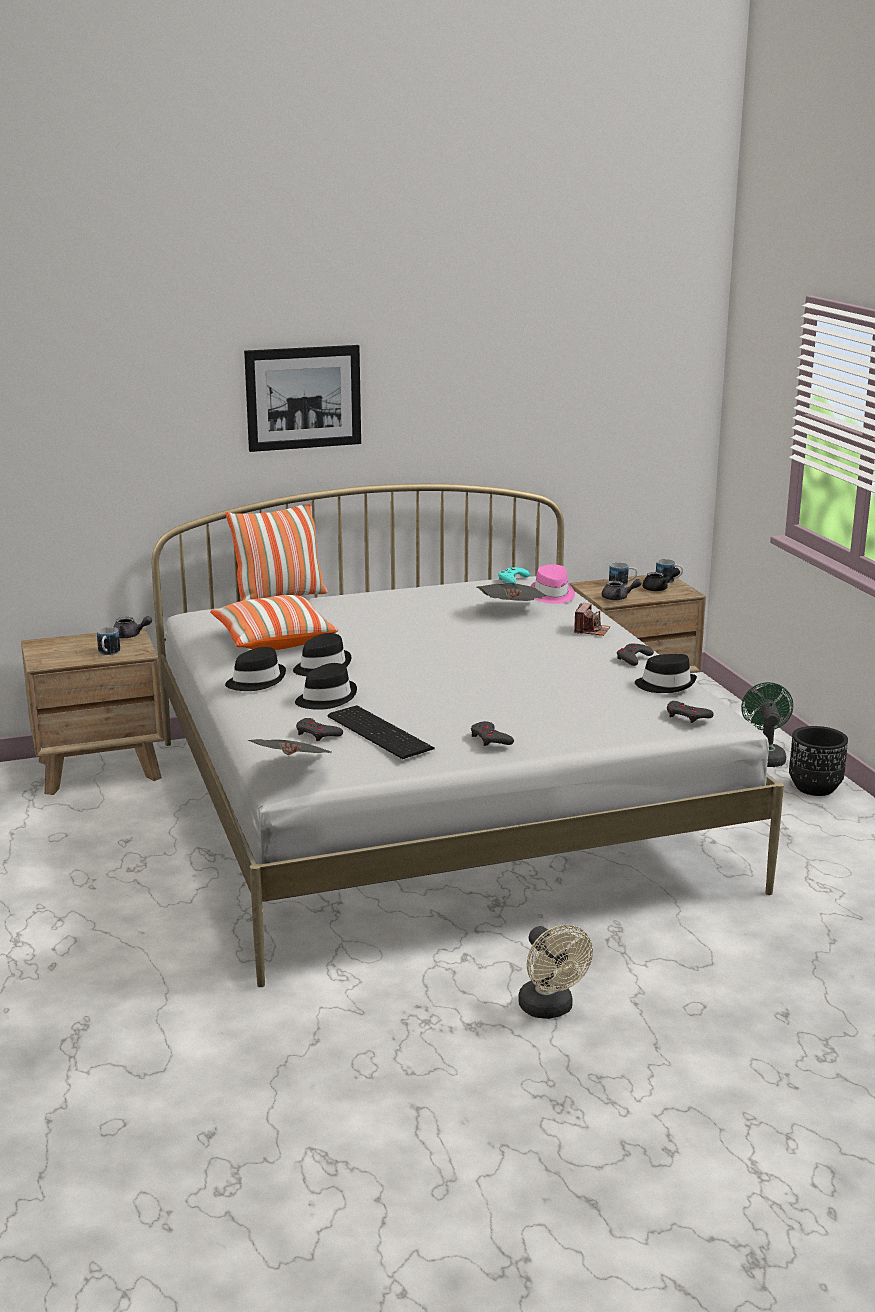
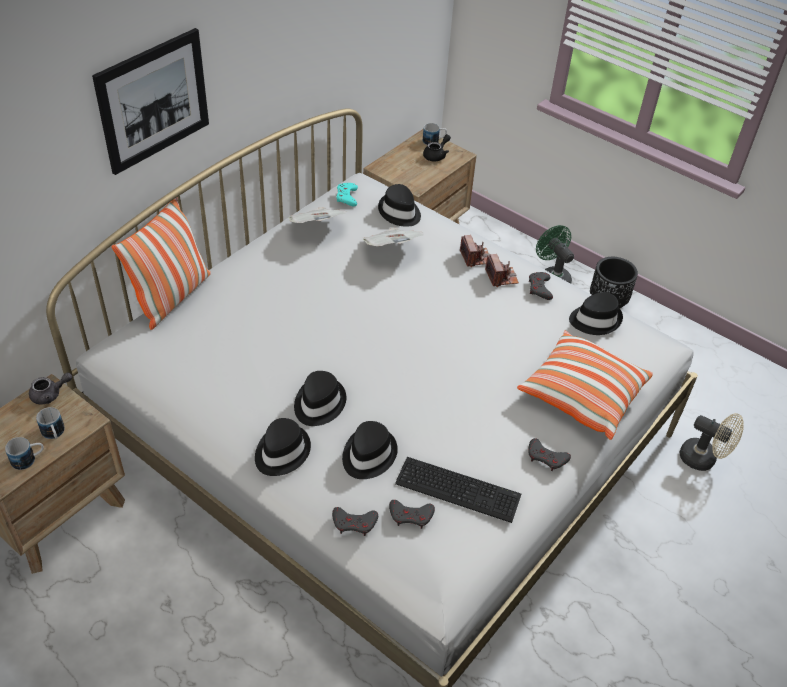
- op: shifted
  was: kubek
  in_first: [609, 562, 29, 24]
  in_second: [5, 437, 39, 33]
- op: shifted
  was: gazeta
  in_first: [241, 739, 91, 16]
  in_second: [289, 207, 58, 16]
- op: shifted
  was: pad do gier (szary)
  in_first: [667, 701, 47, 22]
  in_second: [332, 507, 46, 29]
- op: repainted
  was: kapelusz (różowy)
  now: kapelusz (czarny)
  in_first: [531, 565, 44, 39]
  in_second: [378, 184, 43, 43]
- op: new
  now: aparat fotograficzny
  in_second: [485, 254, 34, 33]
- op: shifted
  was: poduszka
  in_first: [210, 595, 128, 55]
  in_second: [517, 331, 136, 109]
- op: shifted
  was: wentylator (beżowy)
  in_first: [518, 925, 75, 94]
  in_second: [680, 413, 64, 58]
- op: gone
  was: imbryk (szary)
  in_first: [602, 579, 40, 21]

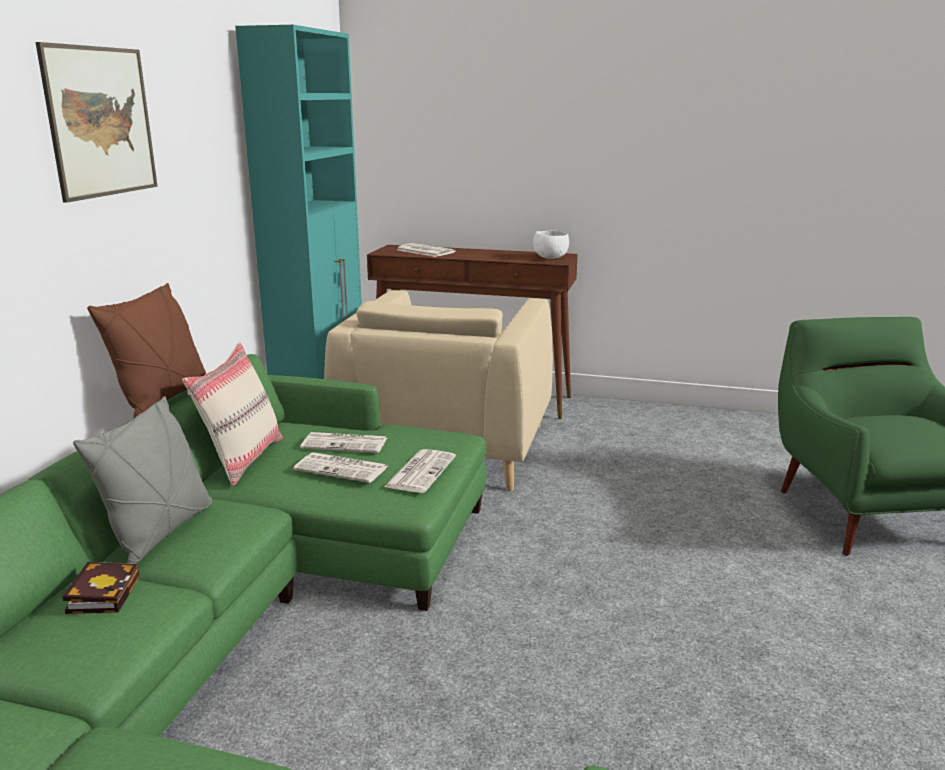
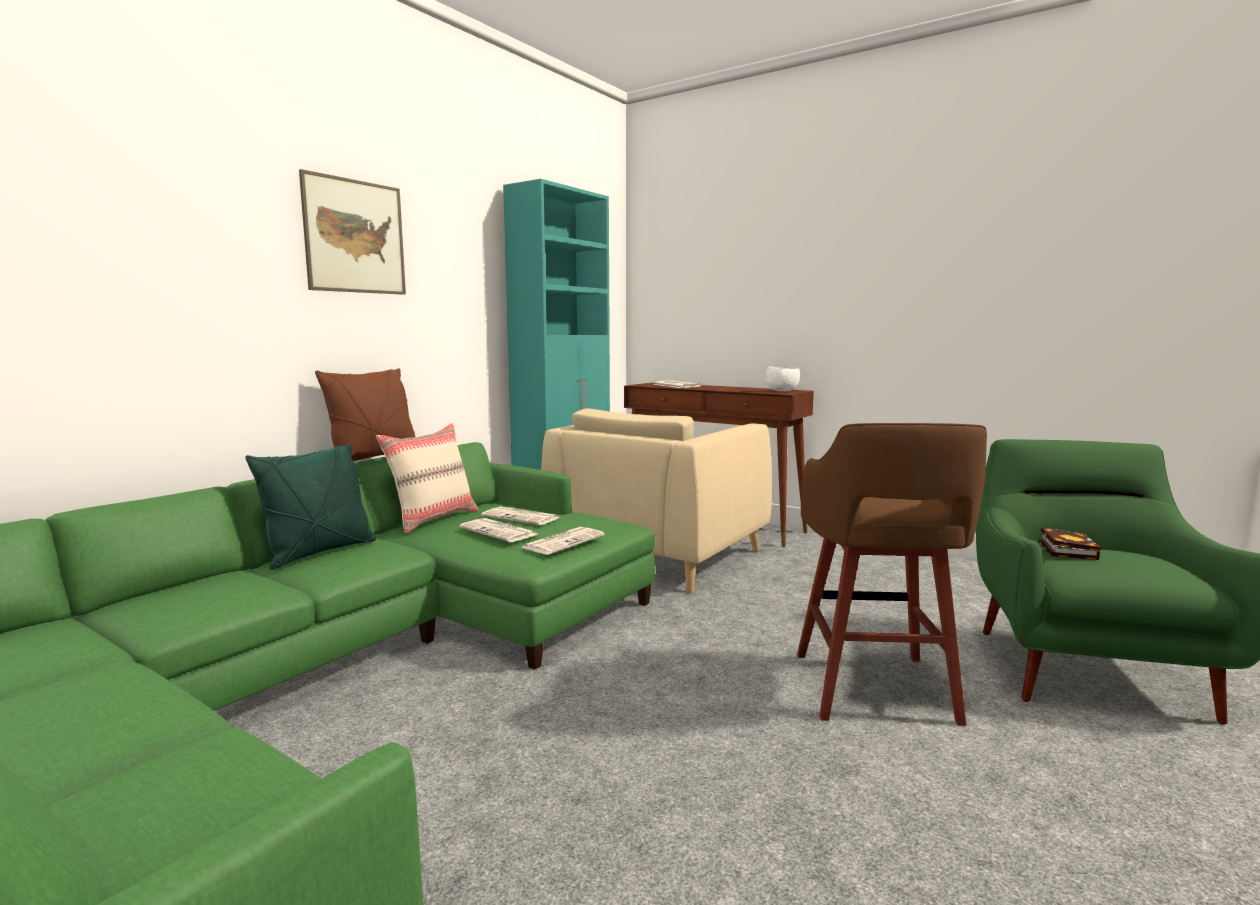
- op: repainted
  was: poduszka (szary)
  now: poduszka (zielony)
  in_first: [73, 396, 139, 168]
  in_second: [245, 443, 131, 127]
- op: new
  now: stołek (brązowy)
  in_second: [797, 423, 190, 303]
- op: shifted
  was: książka
  in_first: [63, 562, 76, 52]
  in_second: [1039, 527, 62, 33]

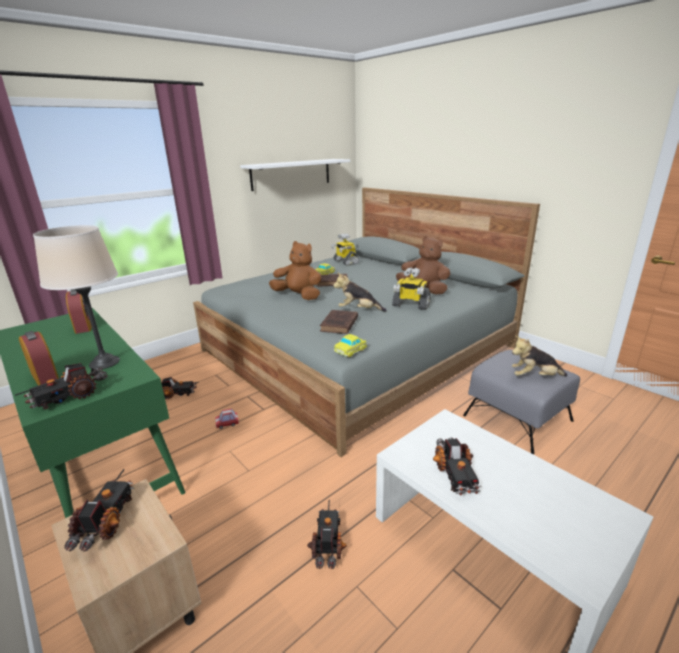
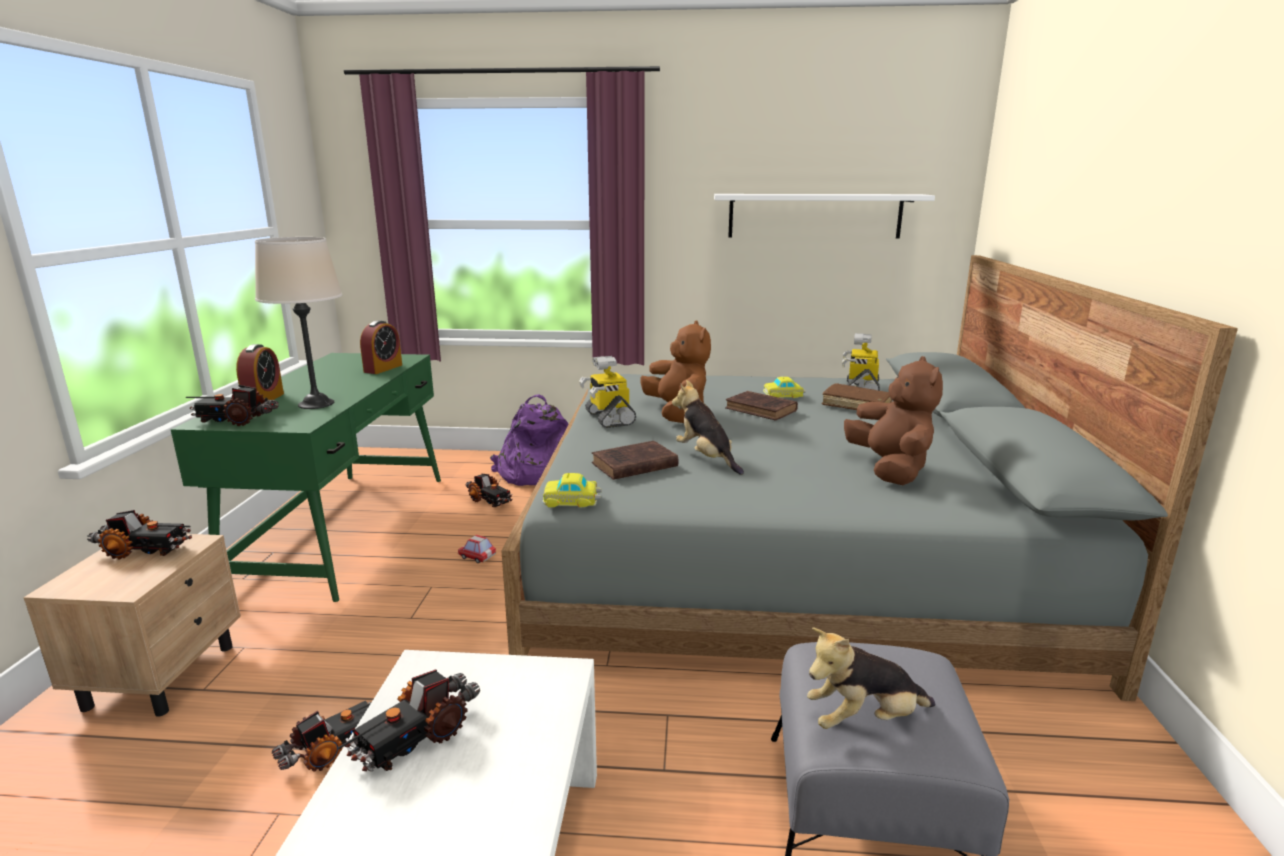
- op: rotated
  was: ciężarówka zabawkowa
  in_first: [64, 469, 70, 83]
  in_second: [87, 510, 105, 49]
  clockwise: 45
- op: new
  now: plecak (fioletowy)
  in_second: [490, 394, 78, 92]
- op: shifted
  was: robot zabawkowy
  in_first: [392, 267, 39, 43]
  in_second: [579, 356, 57, 72]
- op: rotated
  was: pluszak
  in_first: [512, 336, 55, 40]
  in_second: [807, 628, 128, 101]
  clockwise: -60
- op: new
  now: książka (brązowy)
  in_second: [821, 383, 71, 27]

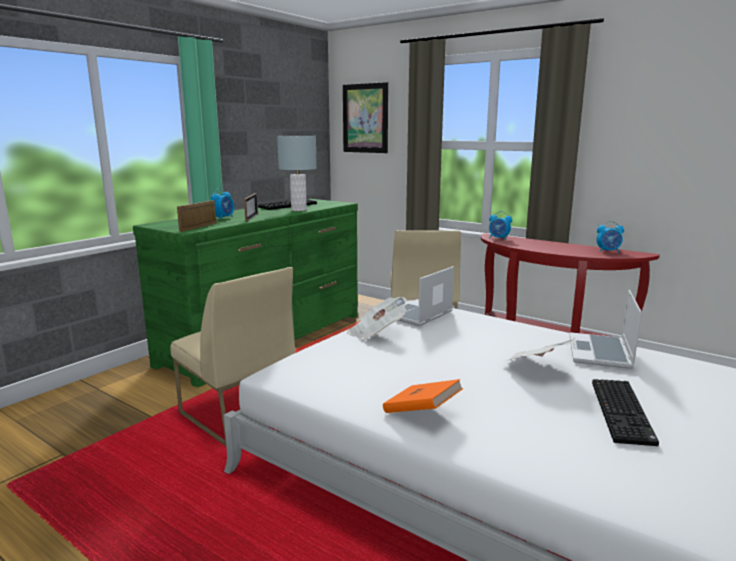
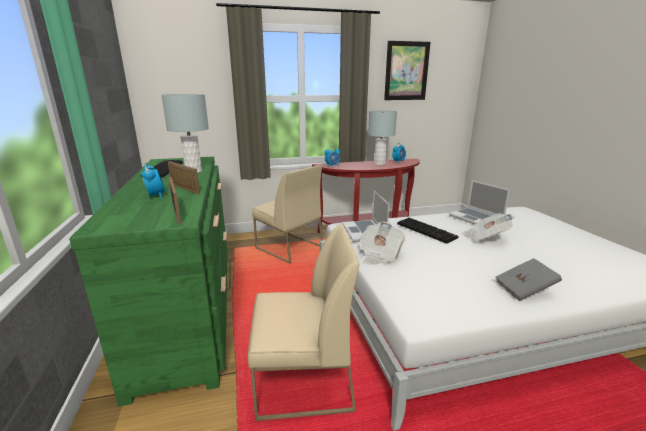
- op: new
  now: lampa stołowa (szary)
  in_second: [368, 110, 29, 55]
- op: shifted
  was: obraz
  in_first: [343, 82, 45, 71]
  in_second: [384, 41, 47, 59]
- op: shifted
  was: klawiatura
  in_first: [592, 379, 67, 67]
  in_second: [397, 218, 61, 26]
- op: repainted
  was: książka (pomarańczowy)
  now: książka (szary)
  in_first: [383, 379, 80, 34]
  in_second: [496, 258, 66, 43]

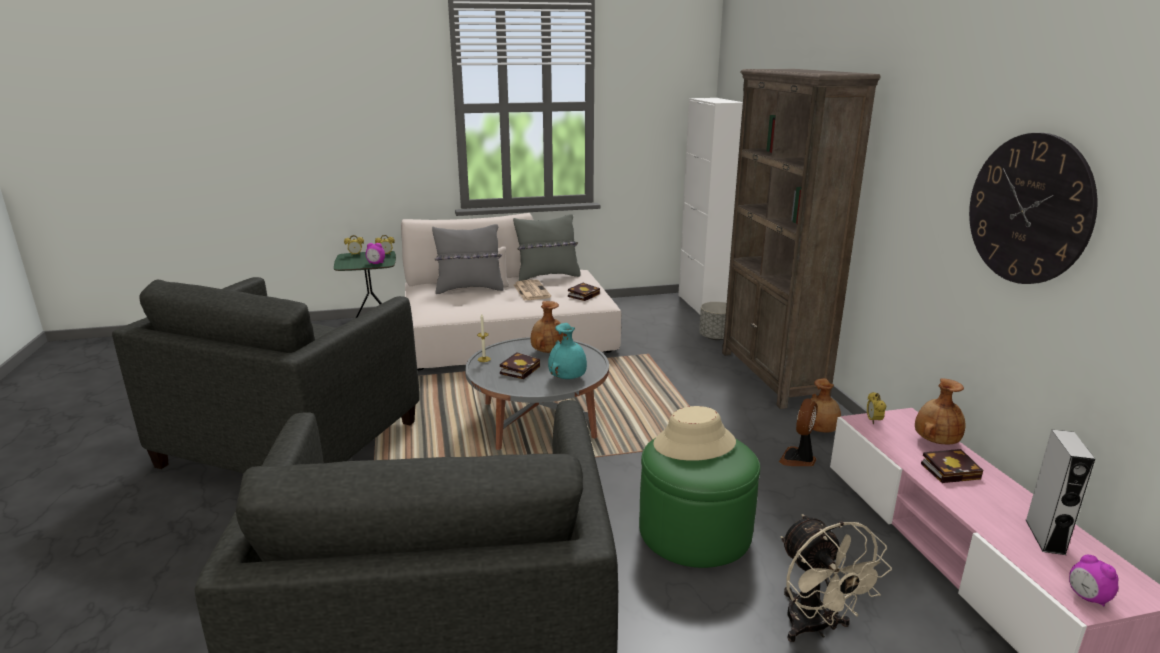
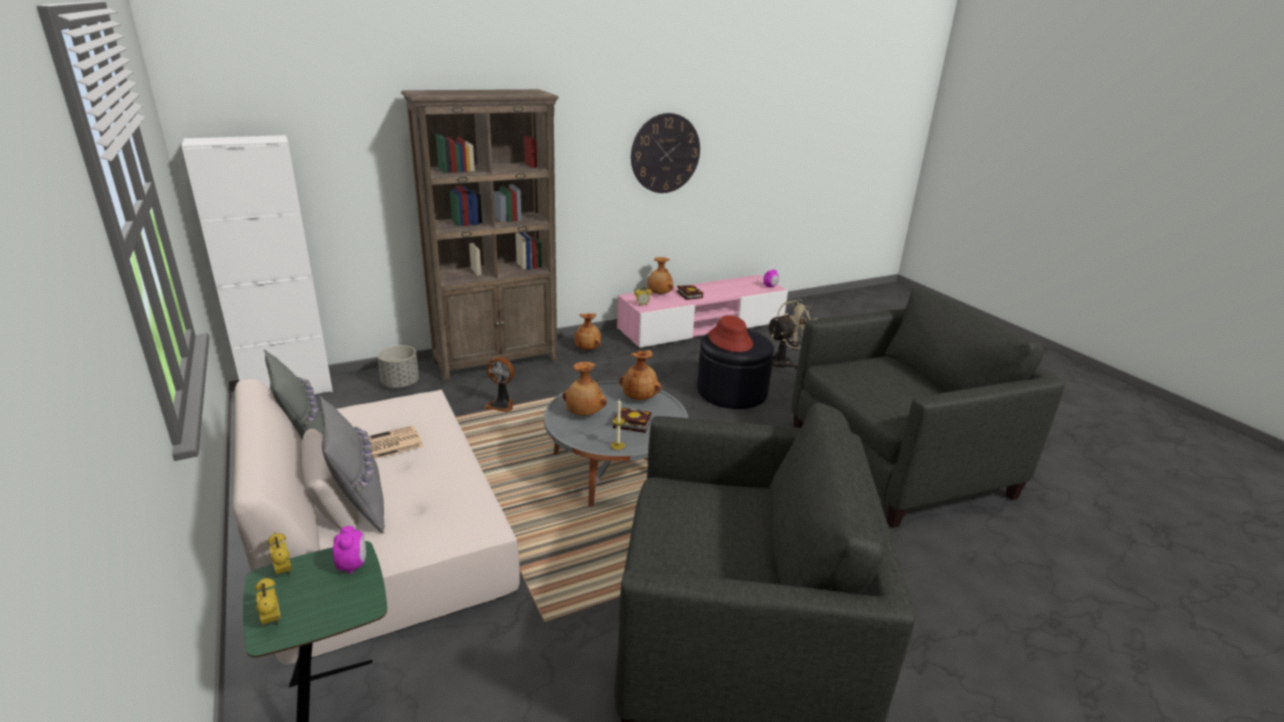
- op: shifted
  was: wentylator
  in_first: [779, 398, 39, 68]
  in_second: [484, 357, 31, 55]
- op: repainted
  was: wazon (turkusowy)
  now: wazon (brązowy)
  in_first: [548, 323, 39, 56]
  in_second: [619, 350, 42, 50]
- op: repainted
  was: pufa (zielony)
  now: pufa (czarny)
  in_first: [639, 438, 121, 130]
  in_second: [697, 330, 77, 79]
- op: repainted
  was: kapelusz (beżowy)
  now: kapelusz (czerwony)
  in_first: [653, 406, 83, 55]
  in_second: [708, 315, 45, 37]
- op: gone
  was: książka
  in_first: [568, 283, 32, 18]
- op: gone
  was: głośnik (szary)
  in_first: [1026, 429, 69, 126]

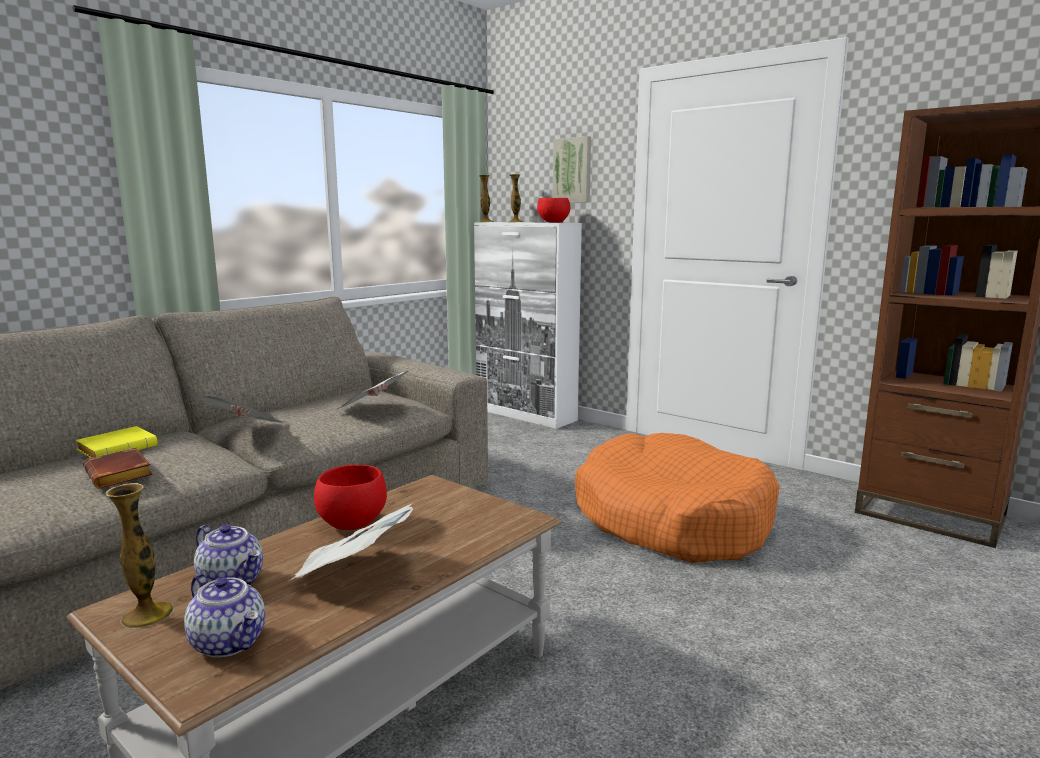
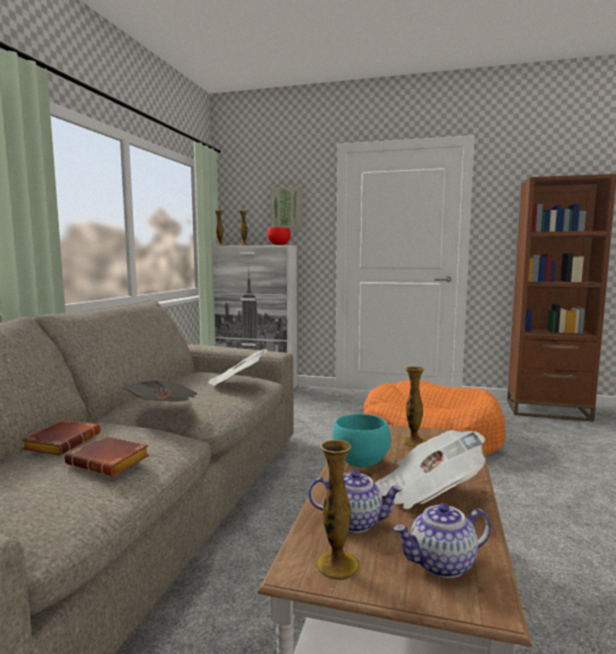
- op: repainted
  was: książka (żółty)
  now: książka (brązowy)
  in_first: [76, 426, 82, 32]
  in_second: [22, 420, 78, 36]
- op: repainted
  was: miska (czerwony)
  now: miska (turkusowy)
  in_first: [314, 465, 73, 65]
  in_second: [333, 414, 58, 53]
- op: rotated
  was: imbryk
  in_first: [184, 574, 81, 84]
  in_second: [394, 503, 97, 75]
  clockwise: 150
- op: new
  now: wazon
  in_second: [401, 366, 25, 82]

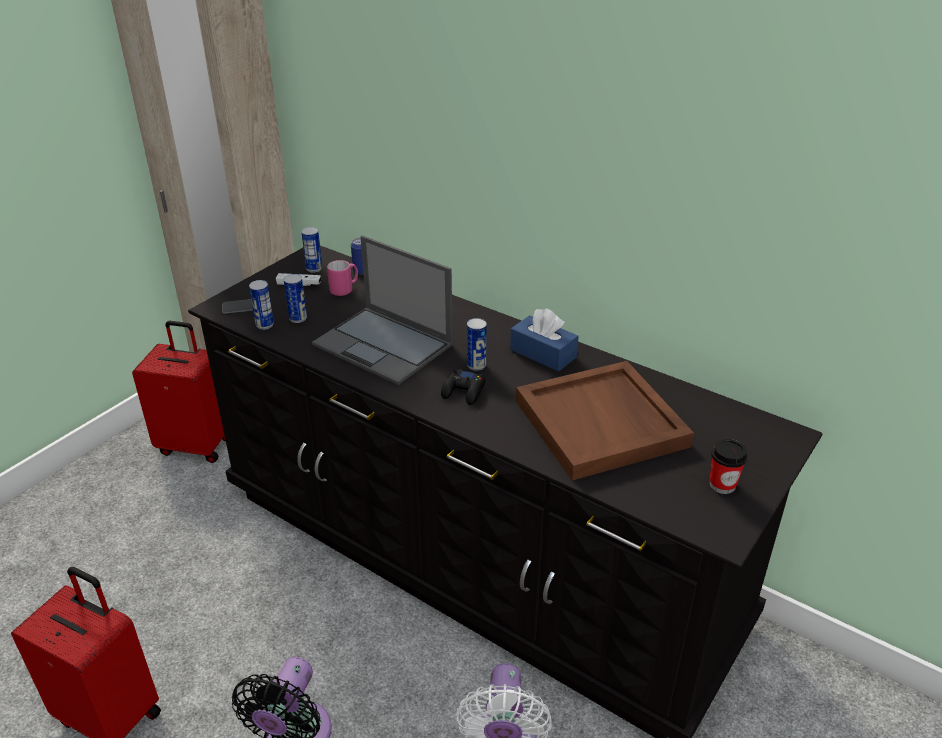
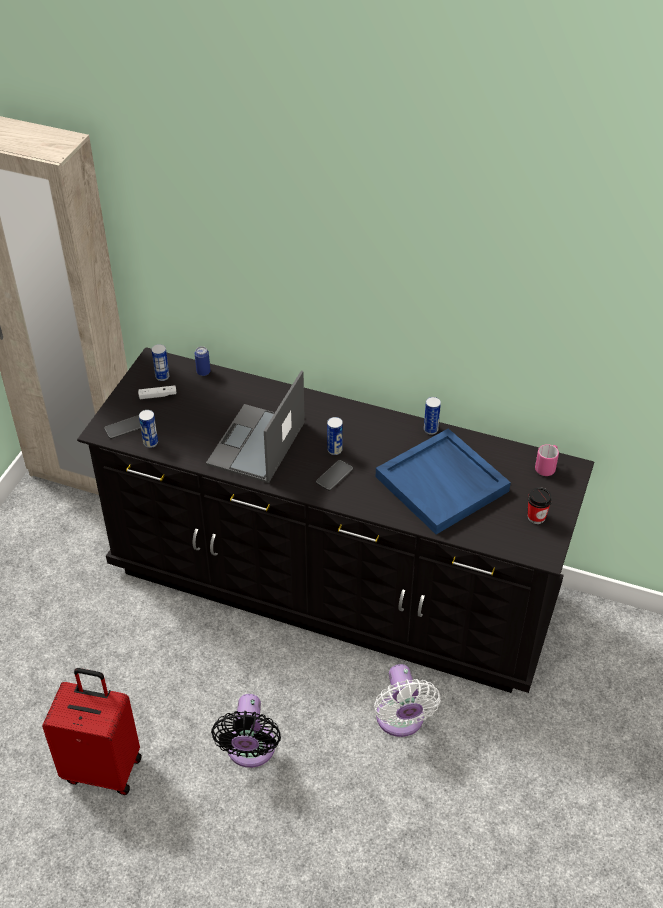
- op: rotated
  was: laptop
  in_first: [312, 236, 141, 149]
  in_second: [206, 370, 99, 113]
  clockwise: 90
- op: swapped
  was: pad do gier (czarny)
  now: telefon
  in_first: [441, 369, 44, 36]
  in_second: [316, 460, 37, 31]
- op: repainted
  was: taca (brązowy)
  now: taca (niebieski)
  in_first: [516, 361, 178, 120]
  in_second: [376, 429, 135, 106]
- op: shifted
  was: puszka
  in_first: [284, 274, 23, 49]
  in_second: [424, 397, 17, 38]
- op: shifted
  was: kubek (różowy)
  in_first: [327, 260, 31, 36]
  in_second: [535, 444, 24, 32]
- op: gone
  was: walizka (czerwony)
  in_first: [132, 321, 94, 142]
- op: gone
  was: pudełko chusteczek (niebieski)
  in_first: [510, 309, 69, 63]

